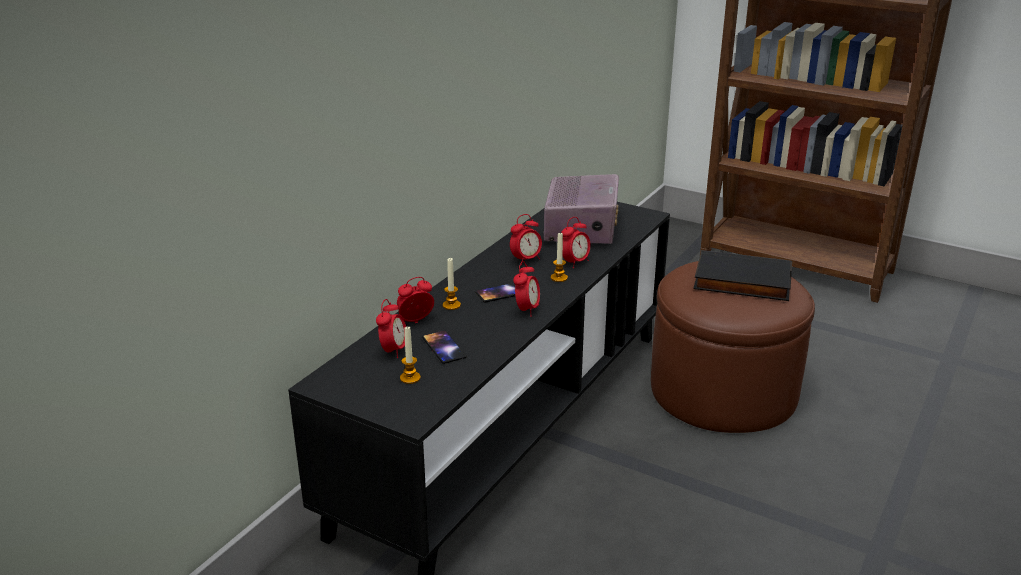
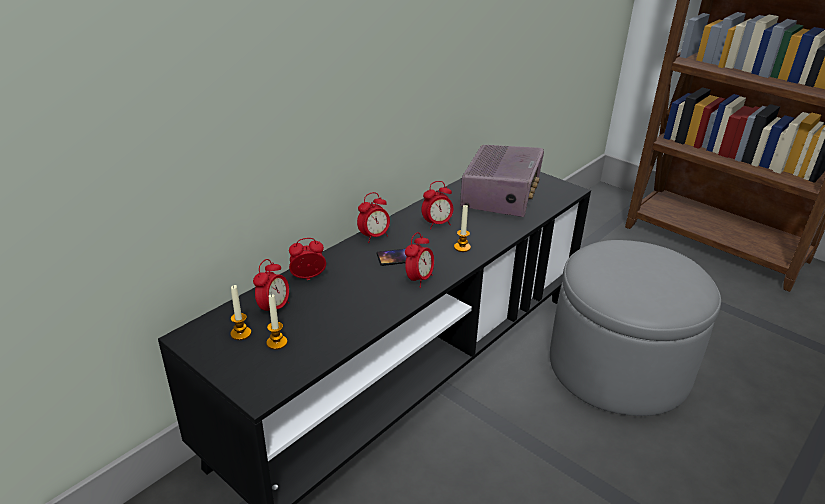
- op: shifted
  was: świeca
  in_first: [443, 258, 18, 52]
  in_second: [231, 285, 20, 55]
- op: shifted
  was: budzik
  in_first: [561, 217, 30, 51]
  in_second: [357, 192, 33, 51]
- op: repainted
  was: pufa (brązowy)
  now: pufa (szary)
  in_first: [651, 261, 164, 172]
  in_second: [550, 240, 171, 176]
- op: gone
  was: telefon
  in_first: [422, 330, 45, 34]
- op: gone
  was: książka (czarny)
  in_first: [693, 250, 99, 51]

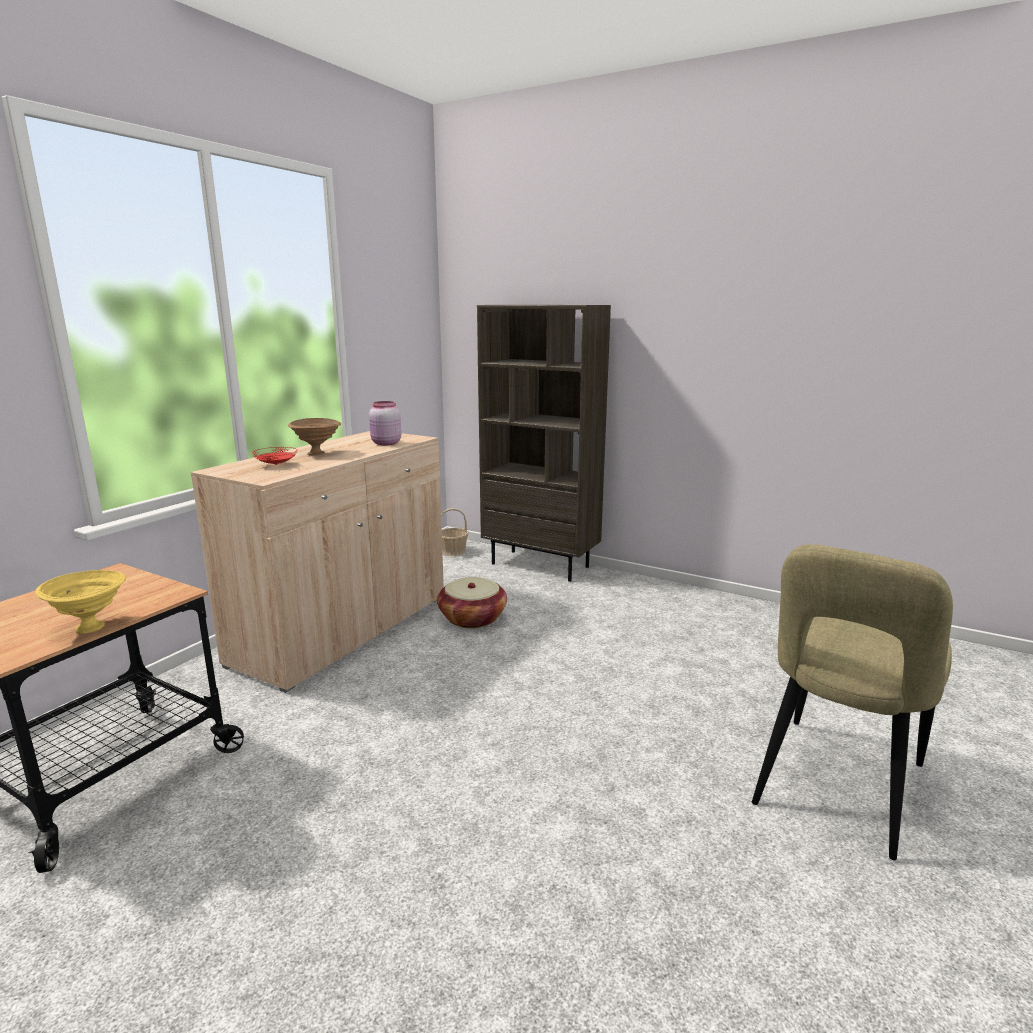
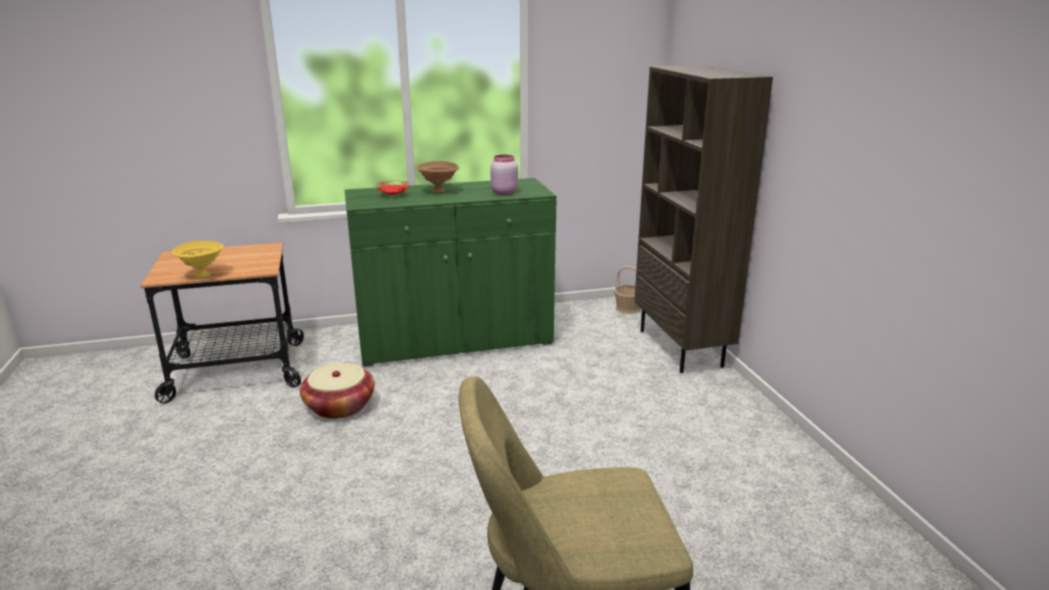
- op: shifted
  was: koszyk
  in_first: [437, 577, 70, 52]
  in_second: [300, 363, 75, 56]
- op: repainted
  was: szafka (beżowy)
  now: szafka (zielony)
  in_first: [190, 431, 254, 262]
  in_second: [345, 178, 211, 189]

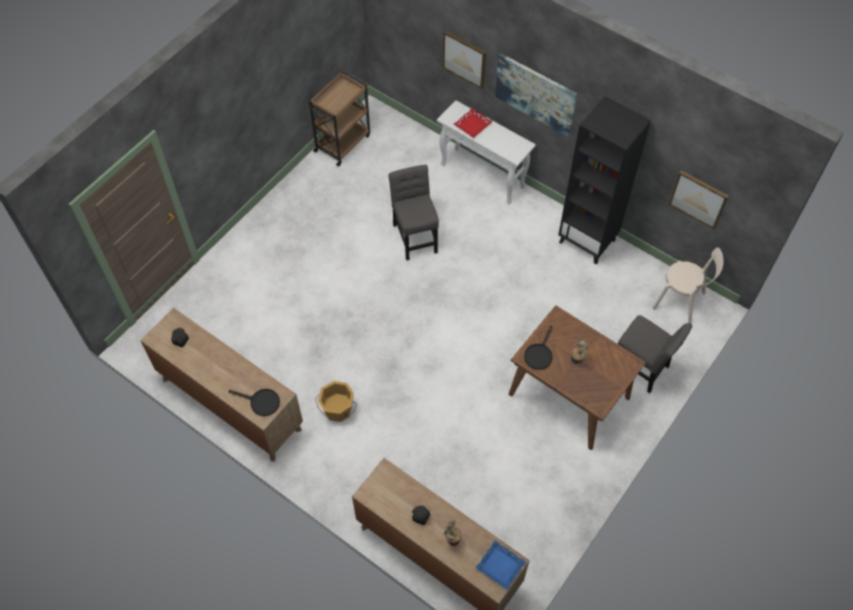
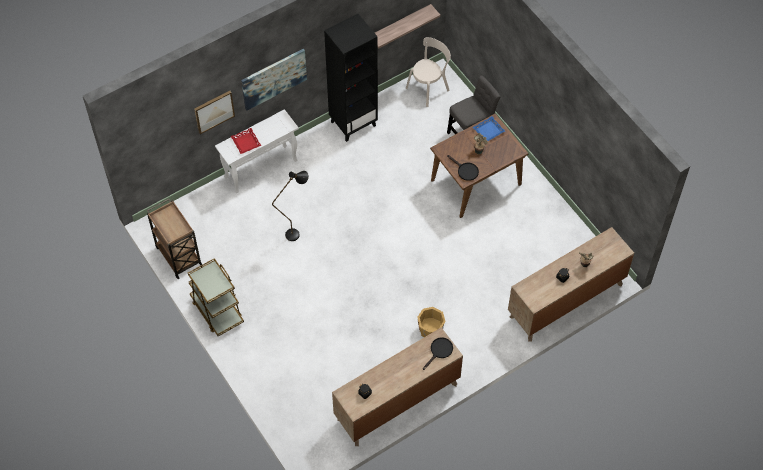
- op: new
  now: wózek (brązowy)
  in_second: [188, 258, 56, 78]
- op: swapped
  was: krzesło (szary)
  now: lampa stojąca (czarny)
  in_first: [388, 165, 51, 96]
  in_second: [272, 171, 37, 70]
- op: swapped
  was: obraz
  now: półka
  in_first: [669, 170, 59, 59]
  in_second: [375, 4, 65, 45]
- op: shifted
  was: taca (niebieski)
  in_first: [475, 540, 51, 50]
  in_second: [473, 116, 32, 25]

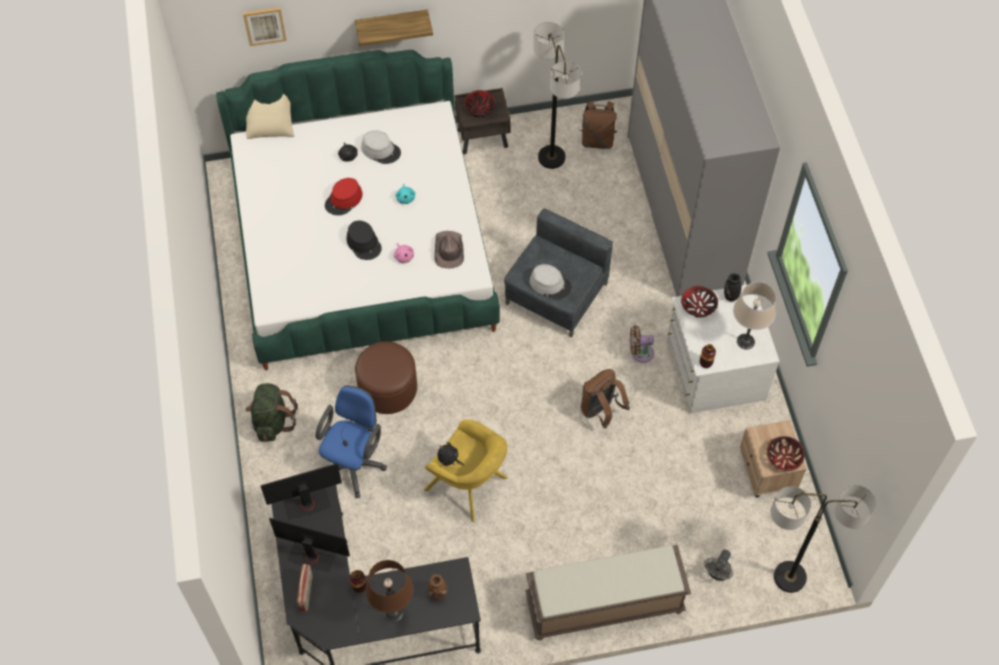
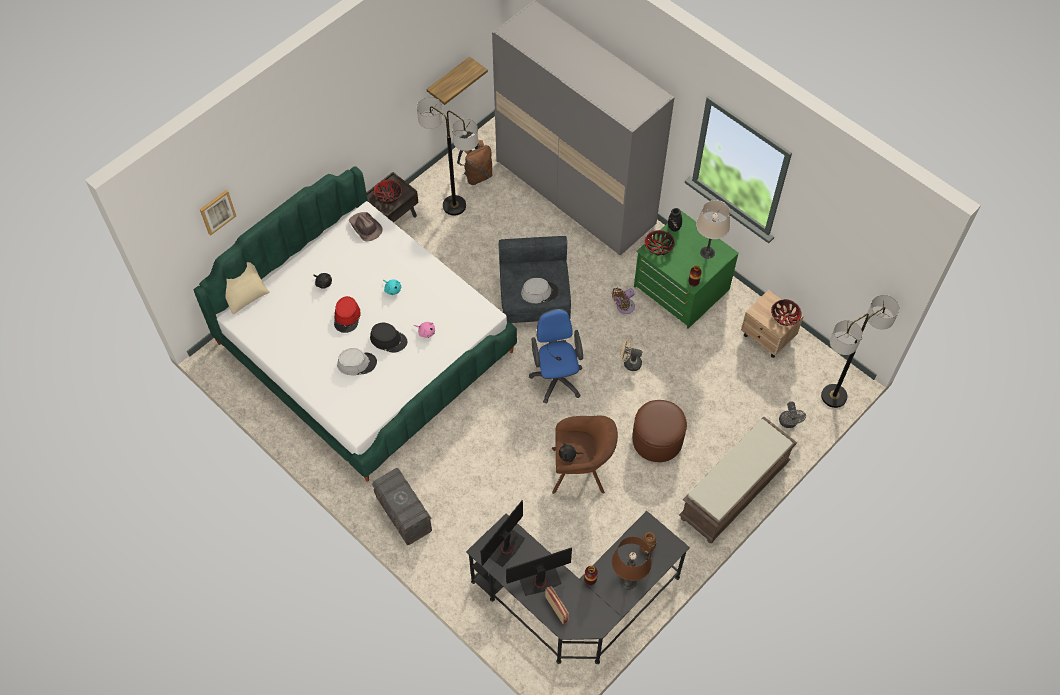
- op: shifted
  was: kapelusz (szary)
  in_first: [361, 130, 40, 34]
  in_second: [337, 348, 40, 27]
- op: shifted
  was: kapelusz (brązowy)
  in_first: [434, 231, 30, 38]
  in_second: [349, 212, 33, 30]
- op: swapped
  was: plecak (zielony)
  now: pojemnik do przechowywania (szary)
  in_first: [246, 383, 52, 59]
  in_second: [372, 468, 60, 77]
- op: shifted
  was: półka
  in_first: [355, 9, 78, 37]
  in_second: [427, 57, 61, 48]
- op: shifted
  was: krzesło biurowe (niebieski)
  in_first: [315, 386, 72, 112]
  in_second: [529, 309, 54, 95]
- op: repainted
  was: fotel (żółty)
  now: fotel (brązowy)
  in_first: [424, 419, 84, 103]
  in_second: [552, 415, 66, 79]
- op: swapped
  was: plecak (brązowy)
  now: wentylator (beżowy)
  in_first: [581, 369, 49, 59]
  in_second: [620, 339, 22, 32]
- op: shifted
  was: pufa (brązowy)
  in_first: [355, 341, 62, 73]
  in_second: [632, 400, 55, 62]
- op: repainted
  was: komoda (biały)
  now: komoda (zielony)
  in_first: [667, 285, 113, 129]
  in_second: [634, 211, 105, 118]

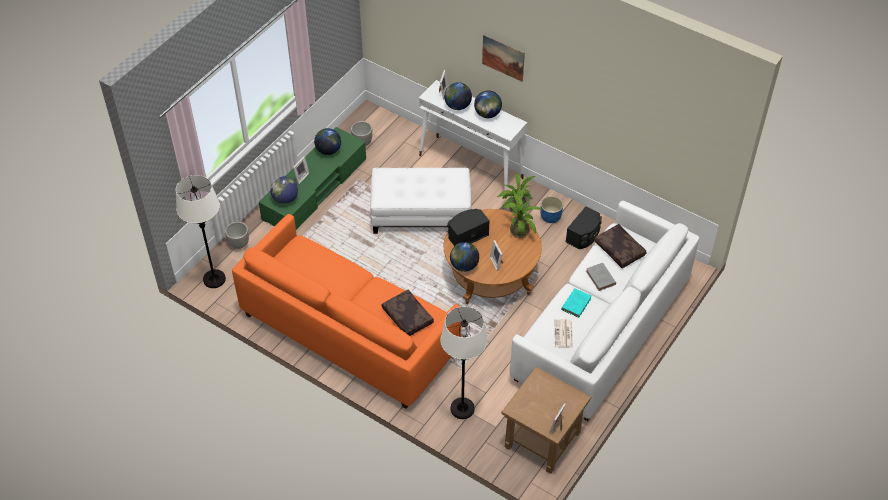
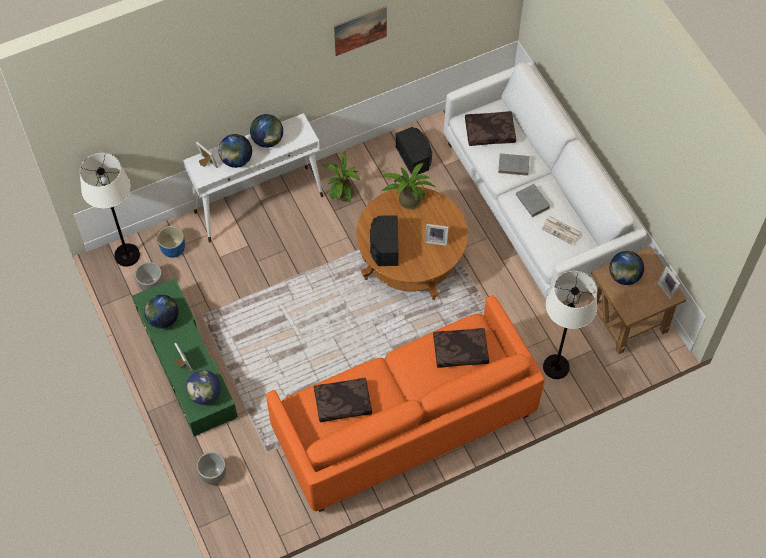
- op: shifted
  was: lampa stojąca (biały)
  in_first: [176, 175, 50, 113]
  in_second: [80, 153, 60, 114]
- op: shifted
  was: donica (niebieski)
  in_first: [540, 196, 23, 27]
  in_second: [157, 226, 28, 32]
- op: new
  now: poduszka (brązowy)
  in_second: [314, 378, 58, 44]
- op: shifted
  was: obraz
  in_first: [482, 34, 43, 48]
  in_second: [334, 6, 53, 50]
- op: repainted
  was: książka (turkusowy)
  now: książka (szary)
  in_first: [561, 288, 30, 30]
  in_second: [516, 184, 34, 33]
- op: shifted
  was: globus
  in_first: [450, 242, 29, 30]
  in_second: [610, 251, 34, 34]
- op: gone
  was: pufa (biały)
  in_first: [370, 168, 101, 66]

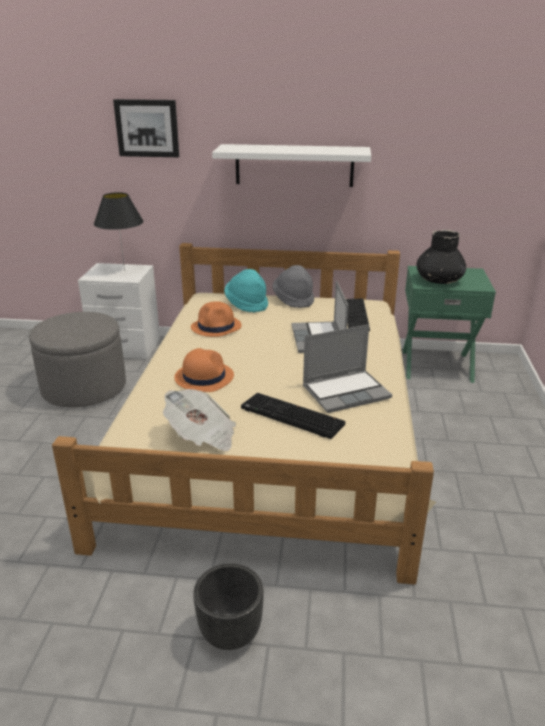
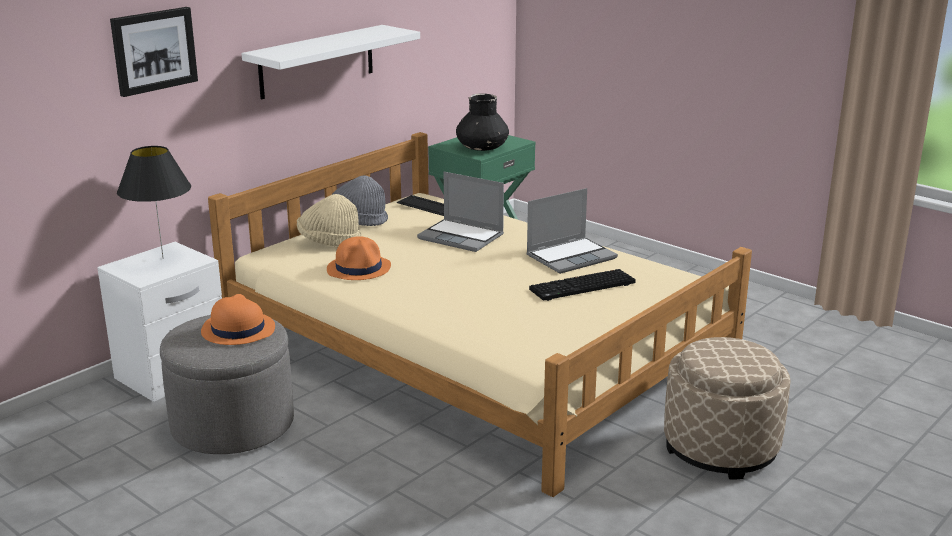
- op: shifted
  was: kapelusz (pomarańczowy)
  in_first: [174, 348, 60, 44]
  in_second: [201, 294, 74, 51]
- op: repainted
  was: kapelusz (turkusowy)
  now: kapelusz (beżowy)
  in_first: [224, 269, 44, 44]
  in_second: [297, 194, 64, 52]
- op: rotated
  was: laptop
  in_first: [303, 324, 89, 89]
  in_second: [526, 188, 92, 86]
  clockwise: 45
- op: swapped
  was: donica (czarny)
  now: pufa (beżowy)
  in_first: [193, 563, 71, 87]
  in_second: [664, 337, 127, 142]
- op: gone
  was: gazeta
  in_first: [163, 389, 73, 62]

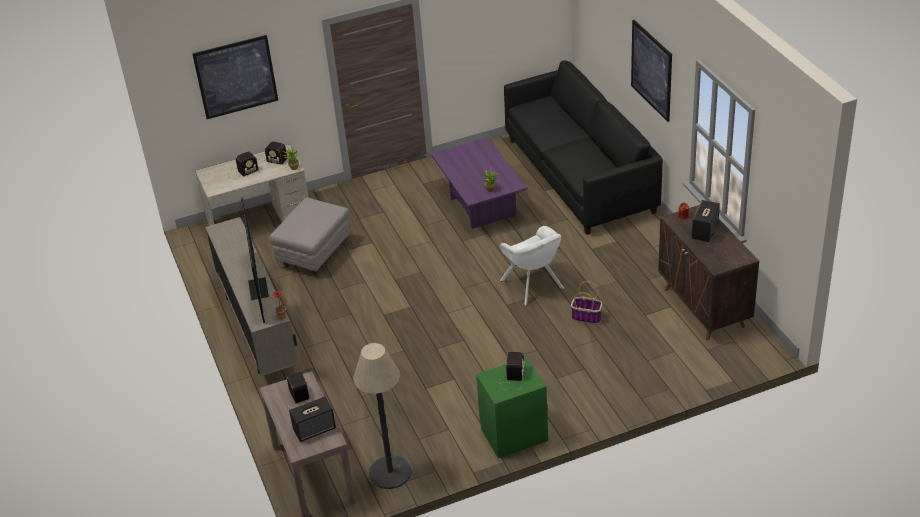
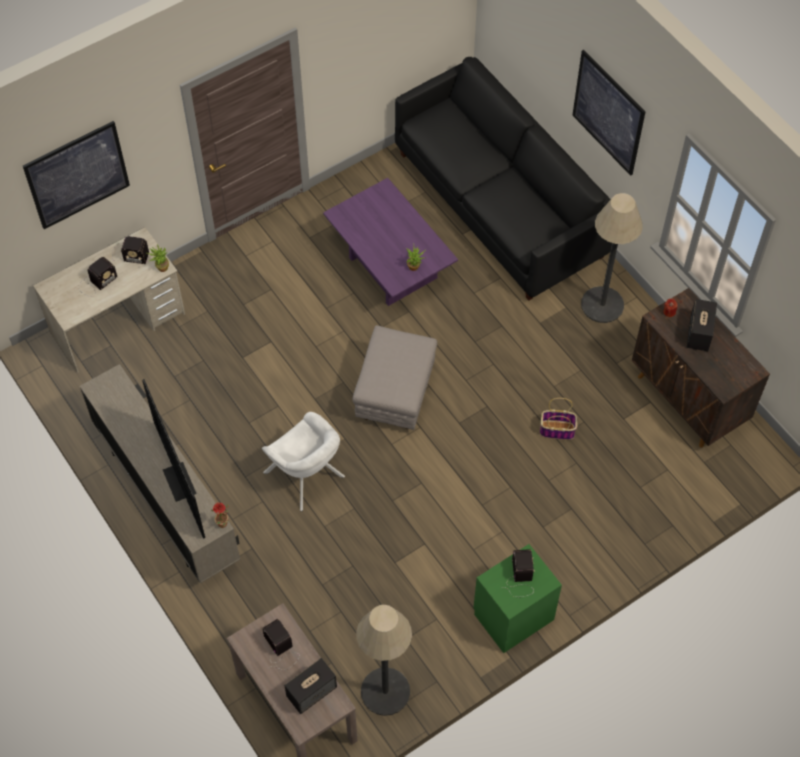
- op: shifted
  was: fotel (biały)
  in_first: [500, 226, 65, 80]
  in_second: [262, 412, 83, 100]
- op: shifted
  was: pufa (szary)
  in_first: [269, 197, 81, 78]
  in_second: [352, 325, 85, 105]
- op: new
  now: lampa stojąca
  in_second: [581, 193, 62, 130]

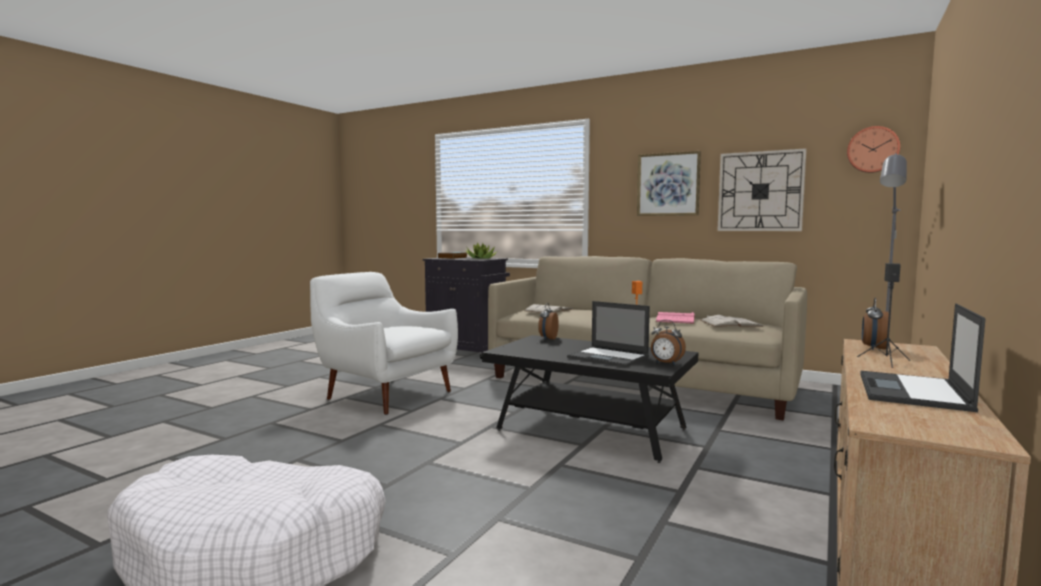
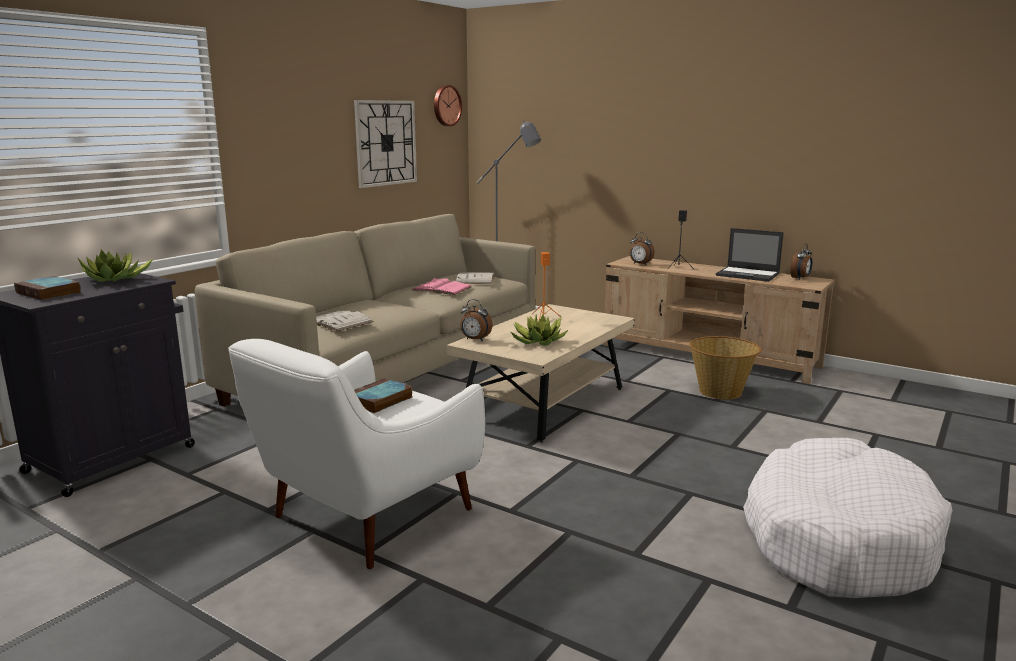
- op: new
  now: książka
  in_second: [354, 378, 59, 35]
- op: repainted
  was: ława (czarny)
  now: ława (beżowy)
  in_first: [482, 335, 216, 128]
  in_second: [446, 304, 189, 138]
- op: new
  now: roślina doniczkowa
  in_second: [511, 315, 58, 31]
- op: new
  now: koszyk
  in_second: [689, 336, 73, 64]
- op: shifted
  was: budzik
  in_first: [651, 320, 35, 45]
  in_second: [790, 244, 22, 36]
- op: gone
  was: laptop
  in_first: [567, 301, 83, 66]
- op: gone
  was: obraz
  in_first: [637, 151, 64, 65]

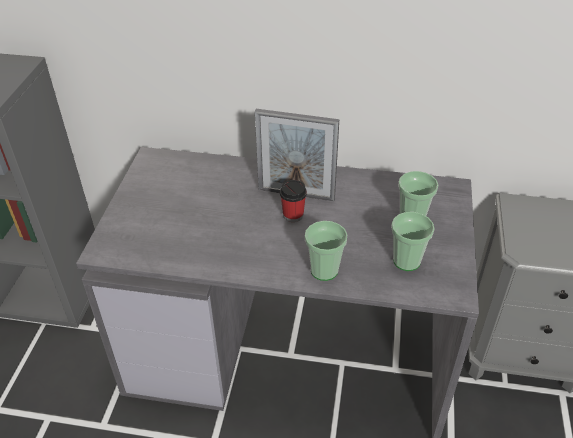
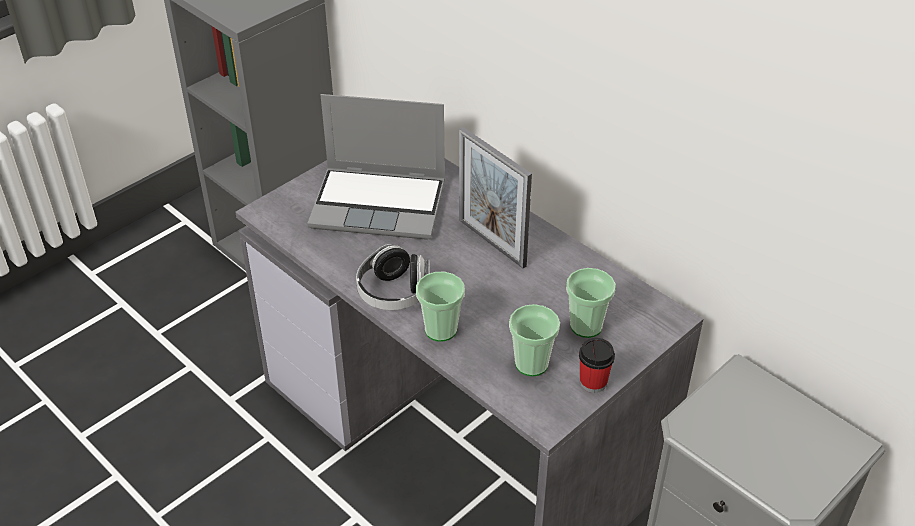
- op: new
  now: laptop
  in_second: [307, 94, 138, 146]
- op: new
  now: słuchawki
  in_second: [356, 244, 74, 66]
- op: shifted
  was: filiżanka
  in_first: [280, 180, 27, 42]
  in_second: [579, 338, 36, 55]

